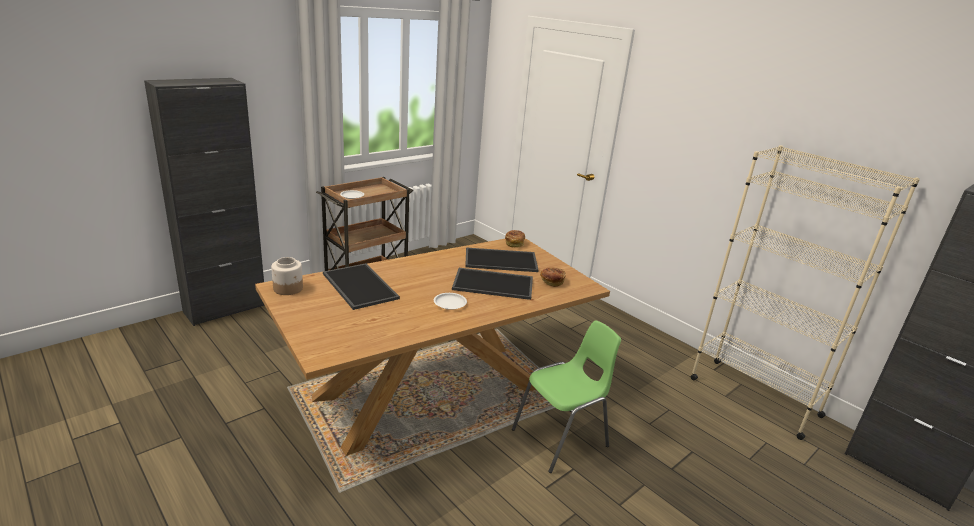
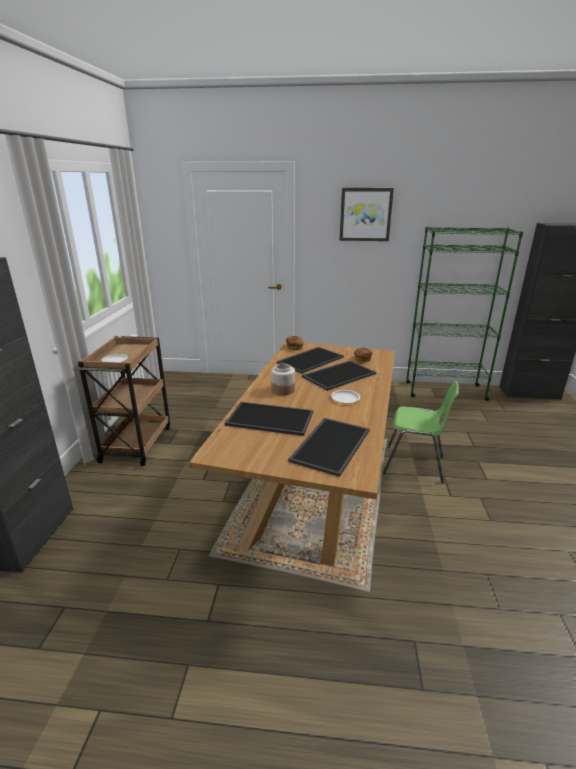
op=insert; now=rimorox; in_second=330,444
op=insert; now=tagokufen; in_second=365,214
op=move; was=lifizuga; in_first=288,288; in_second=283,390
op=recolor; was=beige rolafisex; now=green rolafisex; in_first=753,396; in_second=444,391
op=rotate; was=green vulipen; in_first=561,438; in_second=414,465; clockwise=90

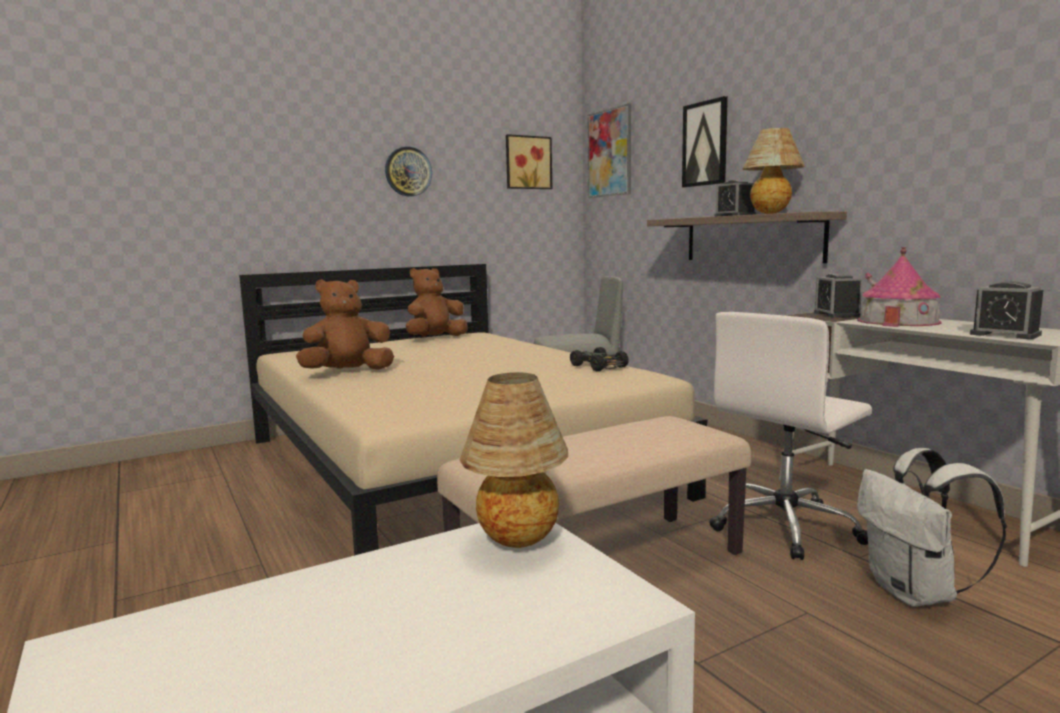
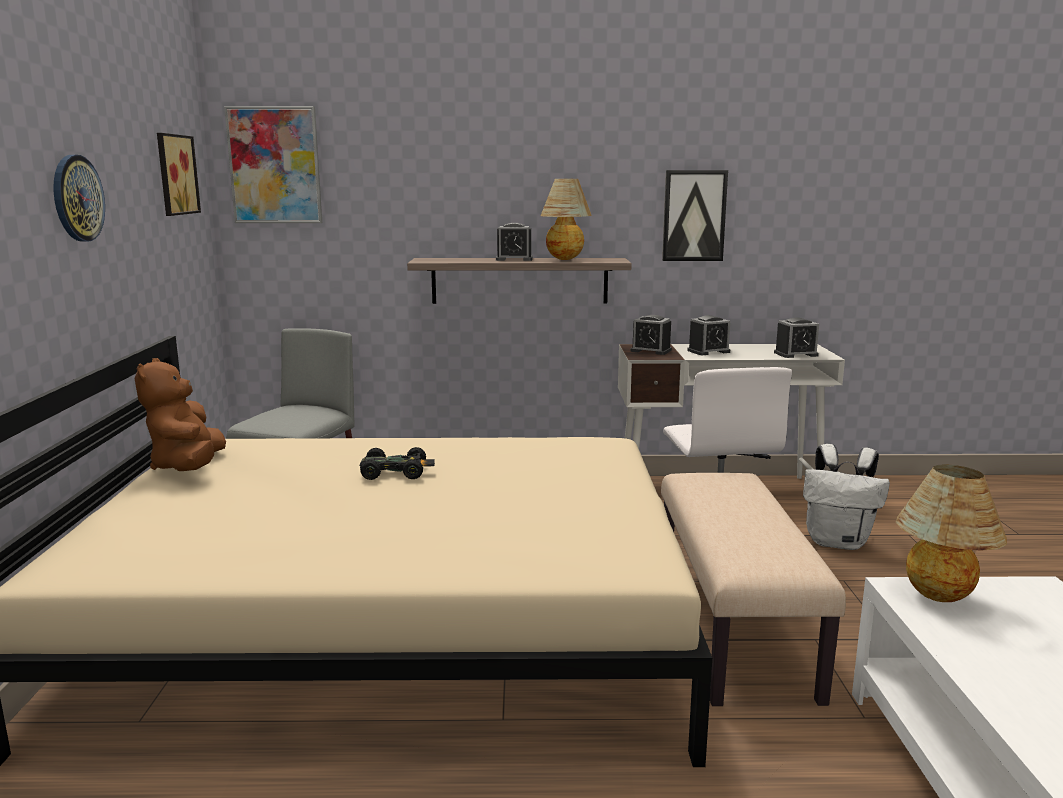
op=delete; was=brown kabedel; in_first=347,372
op=move; was=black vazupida; in_first=599,366; in_second=396,472
op=move; was=tagokufen; in_first=705,144; in_second=694,215
op=replace; was=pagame; now=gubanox; in_first=898,321; in_second=708,351

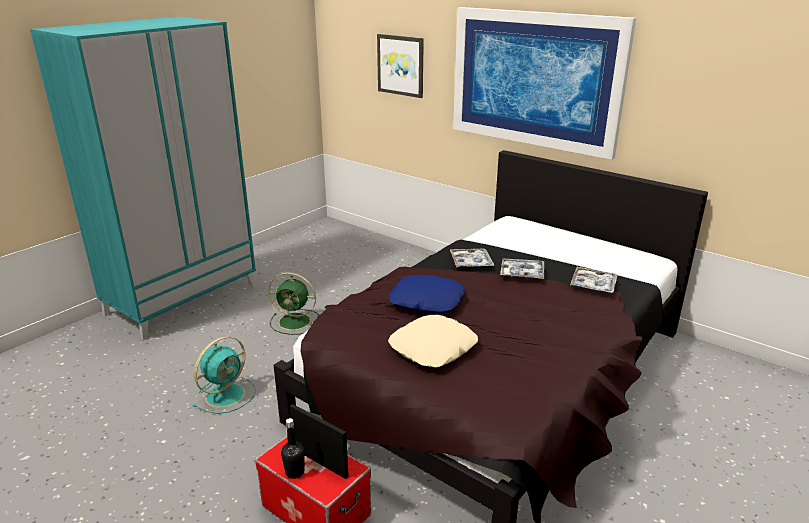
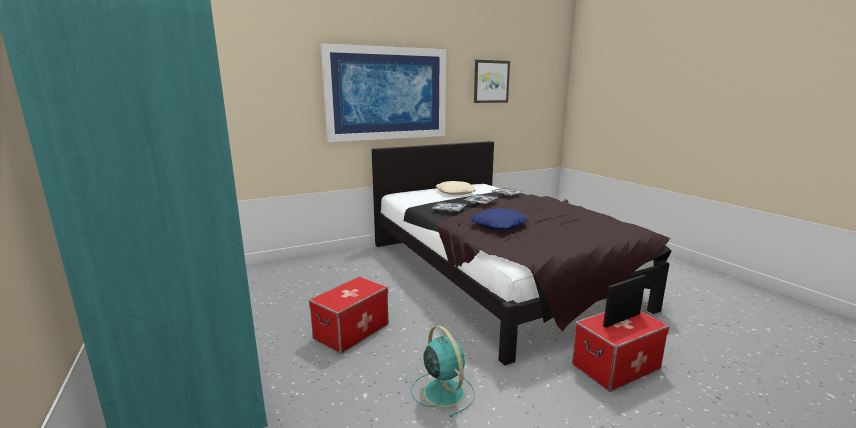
op=delete; was=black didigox; in_first=295,472
op=move; was=tagokufen; in_first=401,65; in_second=491,81
op=move; was=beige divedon; in_first=433,348; in_second=455,192
op=replace; was=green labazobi; now=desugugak; in_first=296,322; in_second=351,331

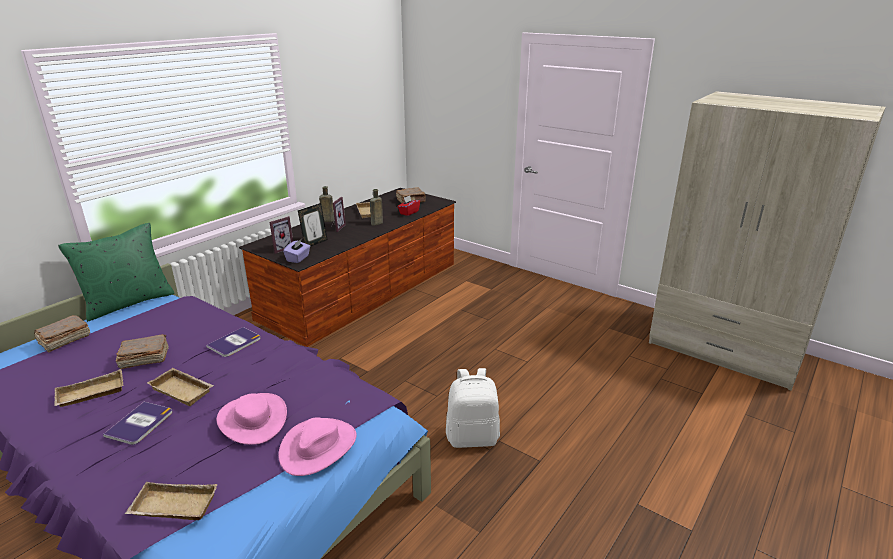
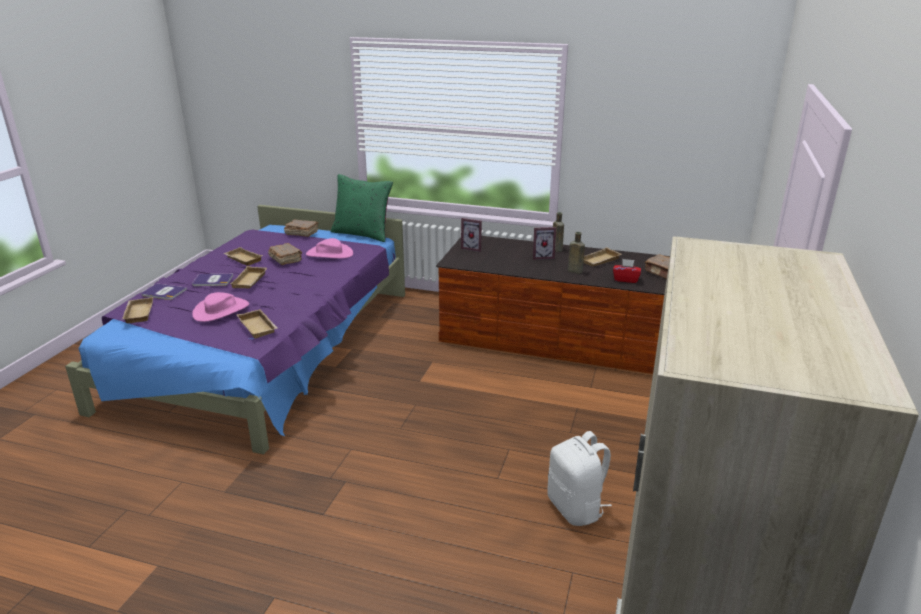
op=delete; was=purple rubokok; in_first=298,258
op=delete; was=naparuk; in_first=314,243
op=insert; now=beige rimorox; in_second=259,327
op=move; was=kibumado; in_first=234,343; in_second=163,292
op=move; was=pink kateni; in_first=318,447; in_second=329,254
op=move; was=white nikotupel; in_first=472,437; in_second=576,508

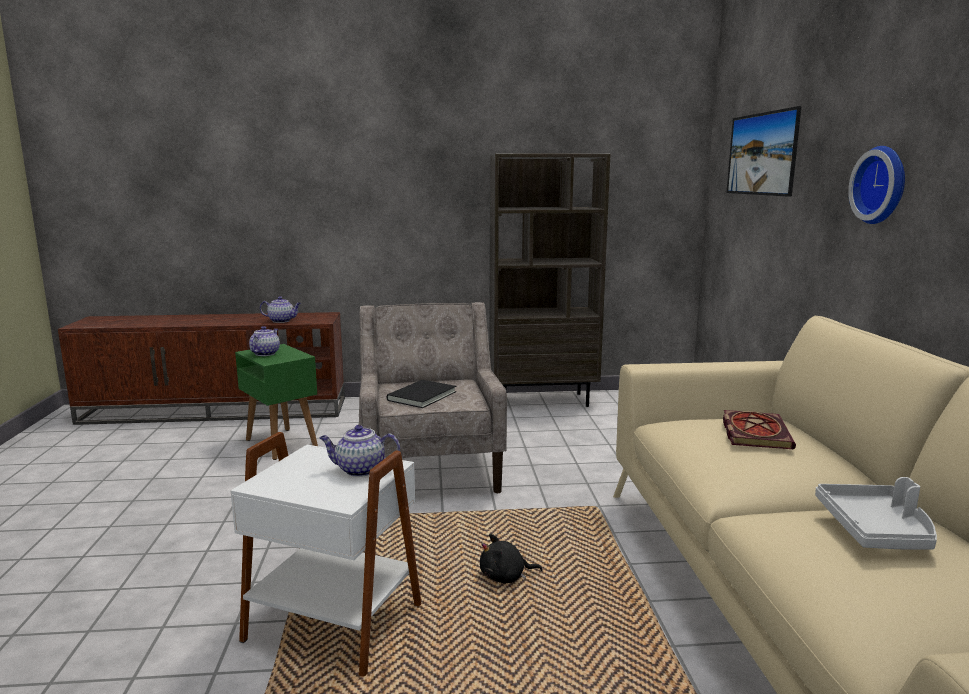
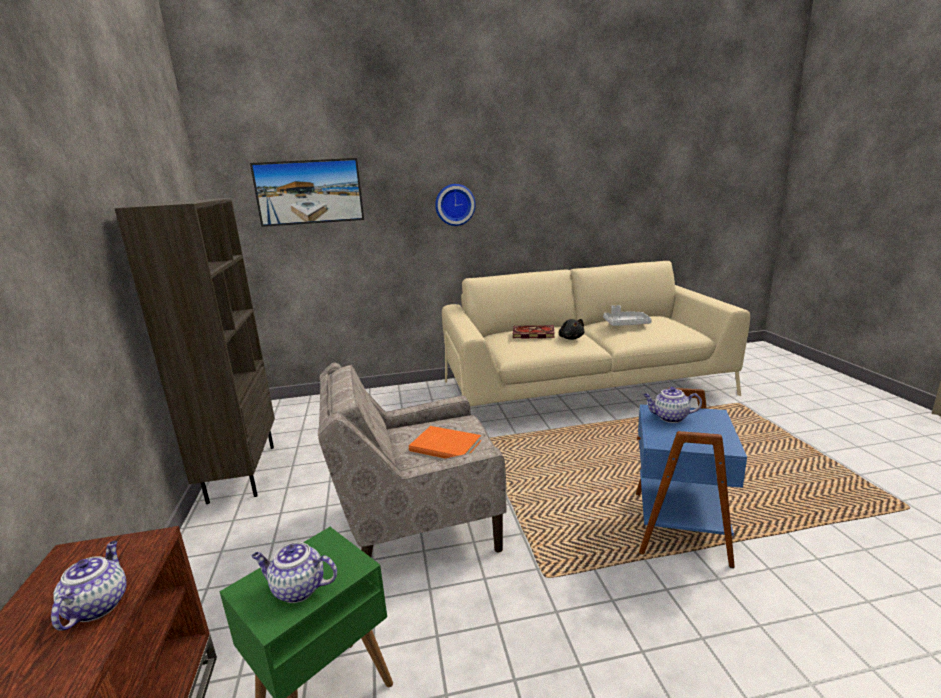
op=move; was=black kabedel; in_first=505,577; in_second=571,338
op=recolor; was=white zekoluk; now=blue zekoluk; in_first=335,620; in_second=677,527
op=recolor; was=black kibumado; now=orange kibumado; in_first=424,396; in_second=445,444
op=rotate; was=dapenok; in_first=359,470; in_second=669,417; clockwise=105

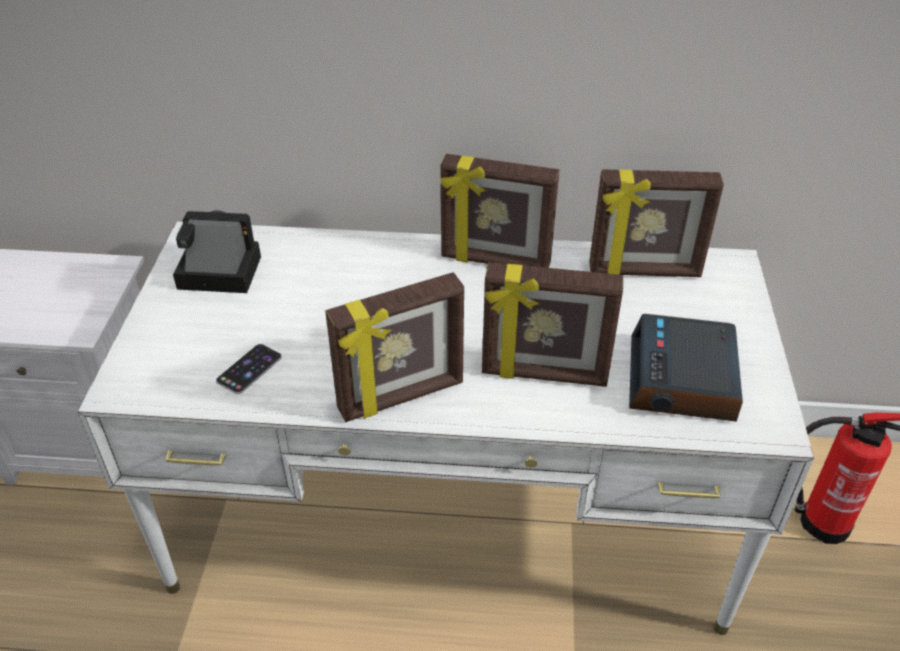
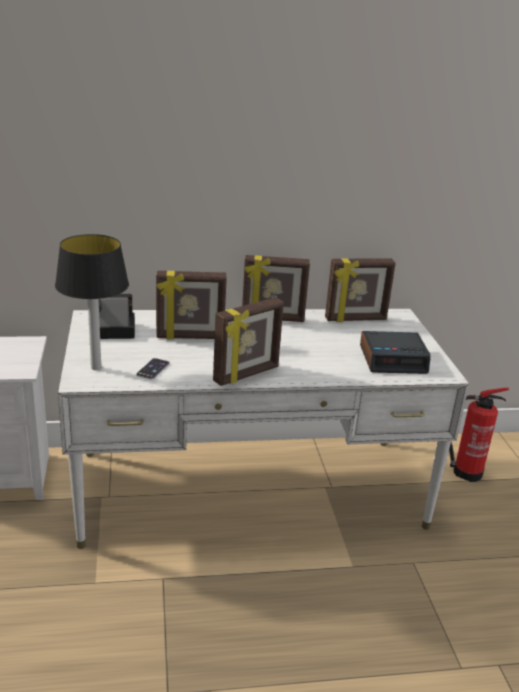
op=insert; now=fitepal; in_second=95,368
op=move; was=naparuk; in_first=544,375; in_second=190,337
op=rotate; was=gubanox; in_first=683,380; in_second=393,359; clockwise=-90

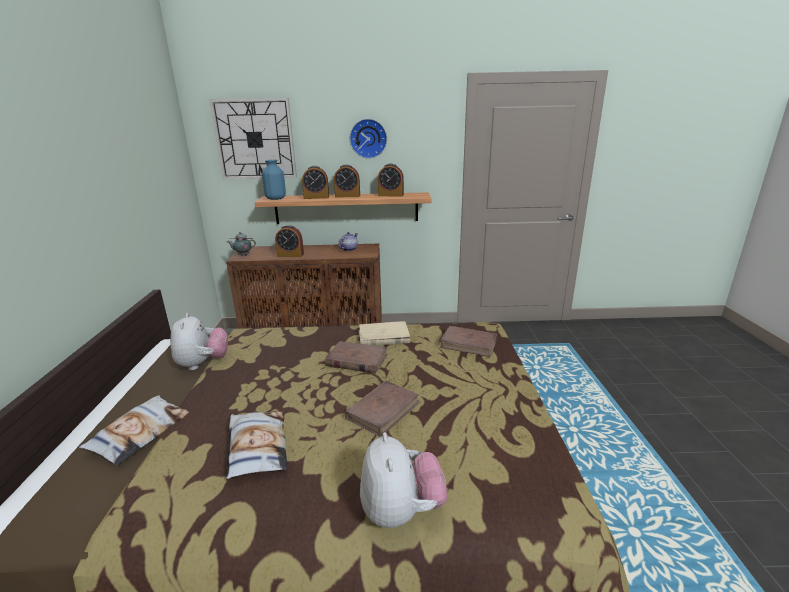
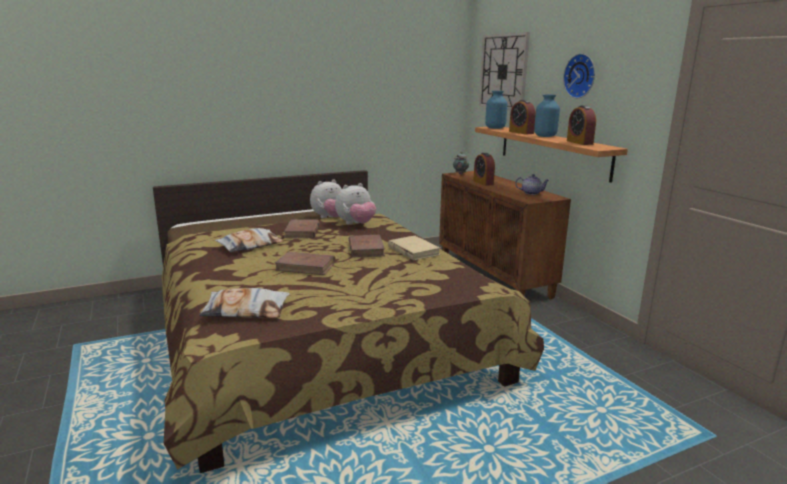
op=move; was=divedon; in_first=140,433; in_second=246,310
op=move; was=kabedel; in_first=401,511; in_second=356,224
op=move; was=brown kibumado; in_first=468,344; in_second=302,231
op=replace; was=gubanox; now=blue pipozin; in_first=347,196; in_second=545,136

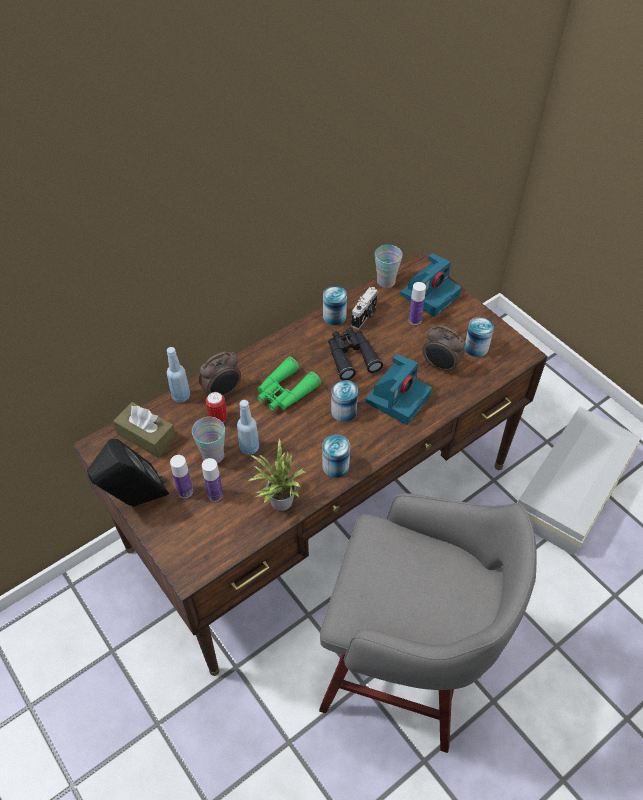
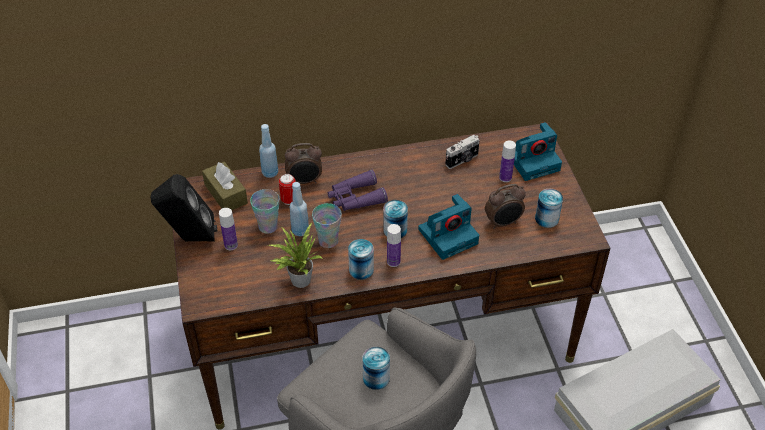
op=delete; was=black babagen; in_first=351,357
op=move; was=didigox; in_first=215,495; in_second=393,261
op=move; was=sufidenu; in_first=334,316; in_second=376,378
op=move; was=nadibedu; in_first=386,282; in_second=328,241
op=recolor; was=green babagen; now=purple babagen; in_first=285,392; in_second=355,198
op=rotate; was=gubanox; in_first=440,366; in_second=503,223; clockwise=-75

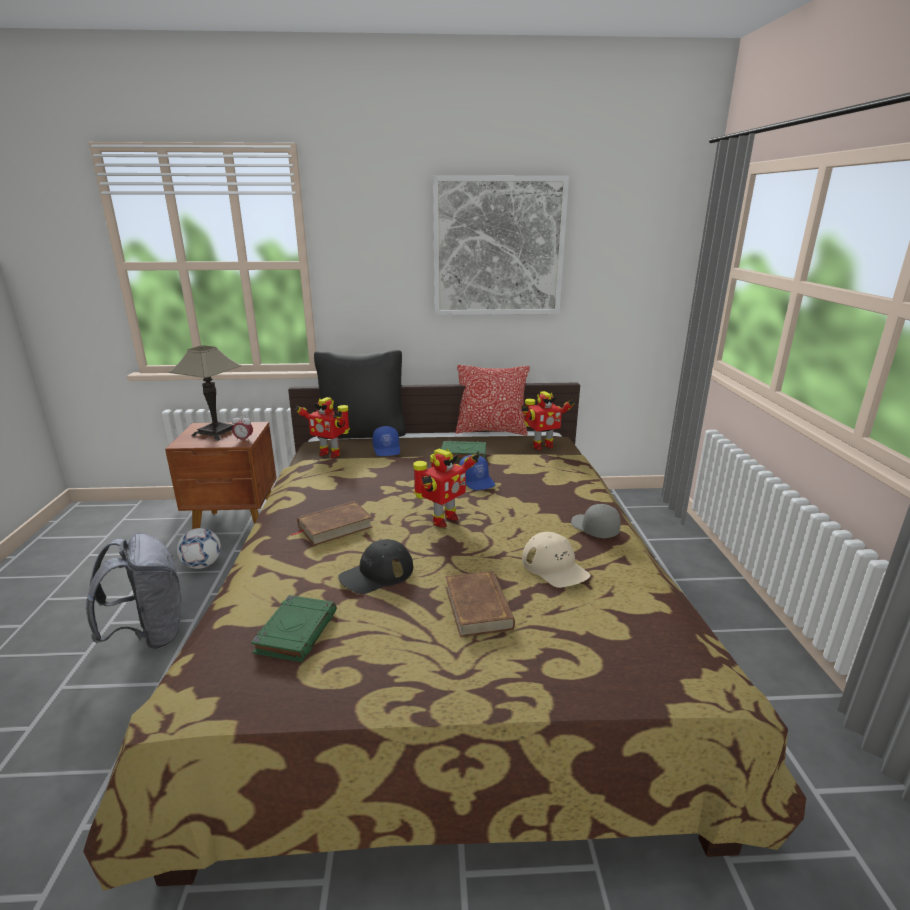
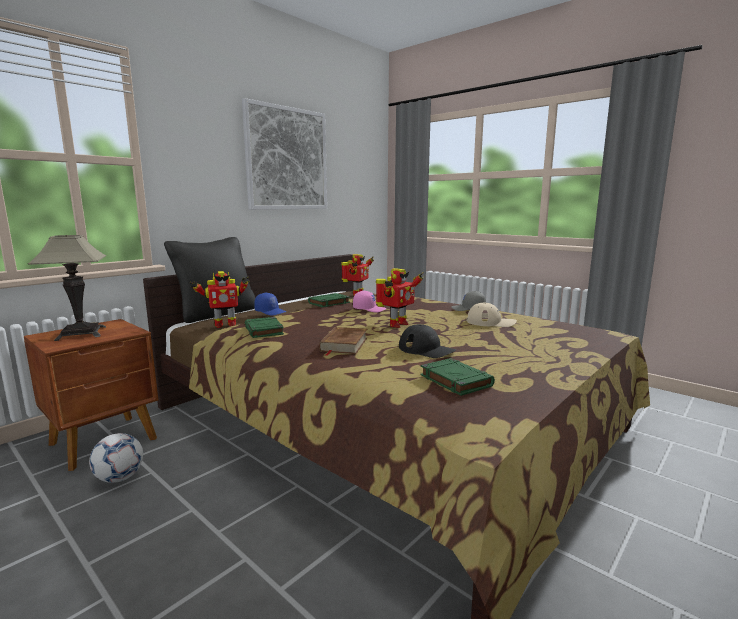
op=delete; was=grey nikotupel; in_first=150,634
op=delete; was=gubanox; in_first=244,440
op=delete; was=brown kibumado; in_first=478,607
op=delete; was=divedon; in_first=491,431
op=insert; now=green kibumado; in_second=264,331
op=recolor; was=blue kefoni; now=pink kefoni; in_first=477,481; in_second=369,309
op=rotate; was=black kefoni; in_first=376,574; in_second=426,349; clockwise=-60
op=rotate; was=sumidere; in_first=442,520; in_second=396,325; clockwise=45

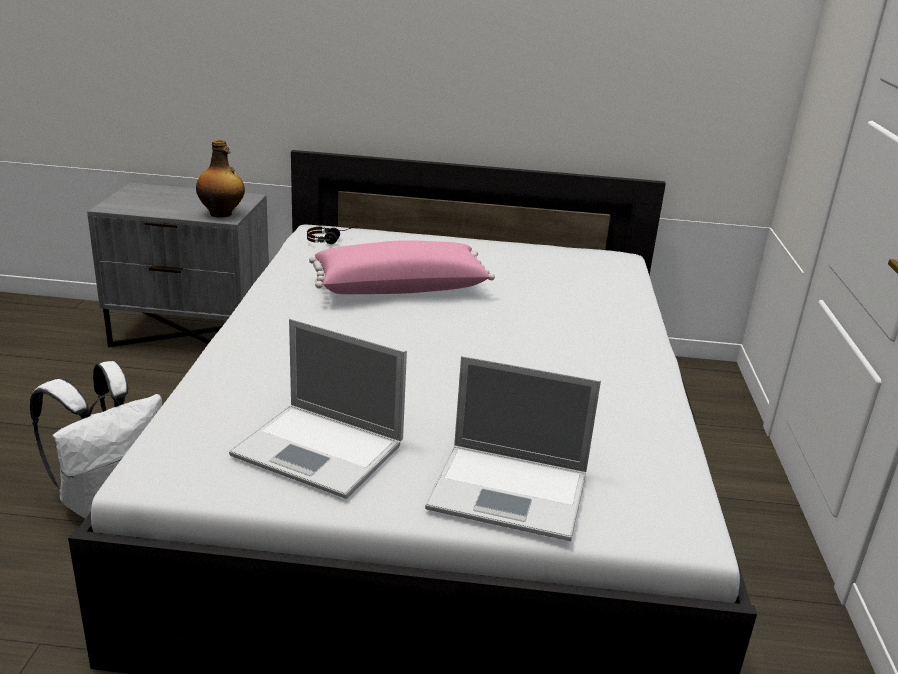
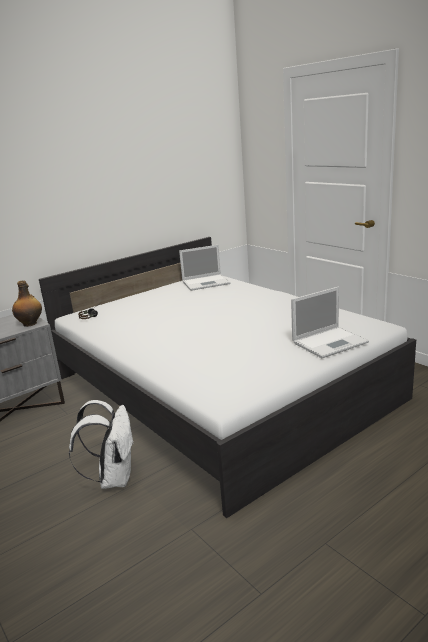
op=delete; was=pink divedon; in_first=400,287
op=move; was=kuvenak; in_first=321,450; in_second=206,282

